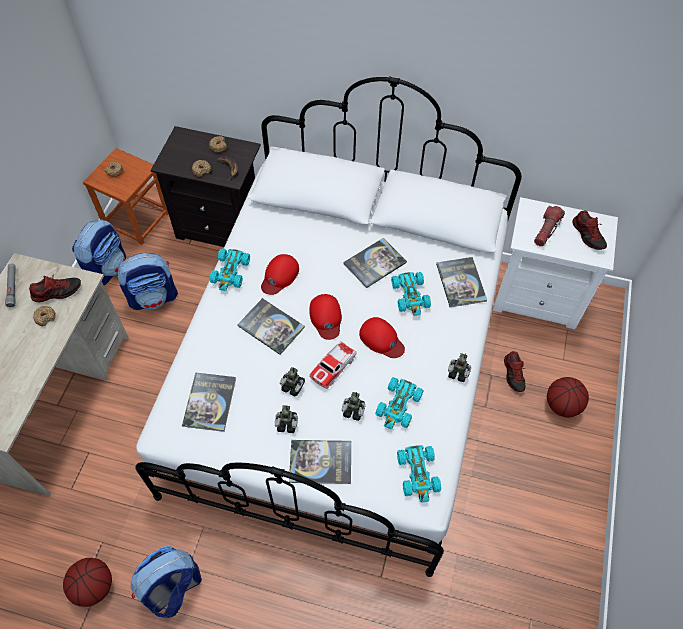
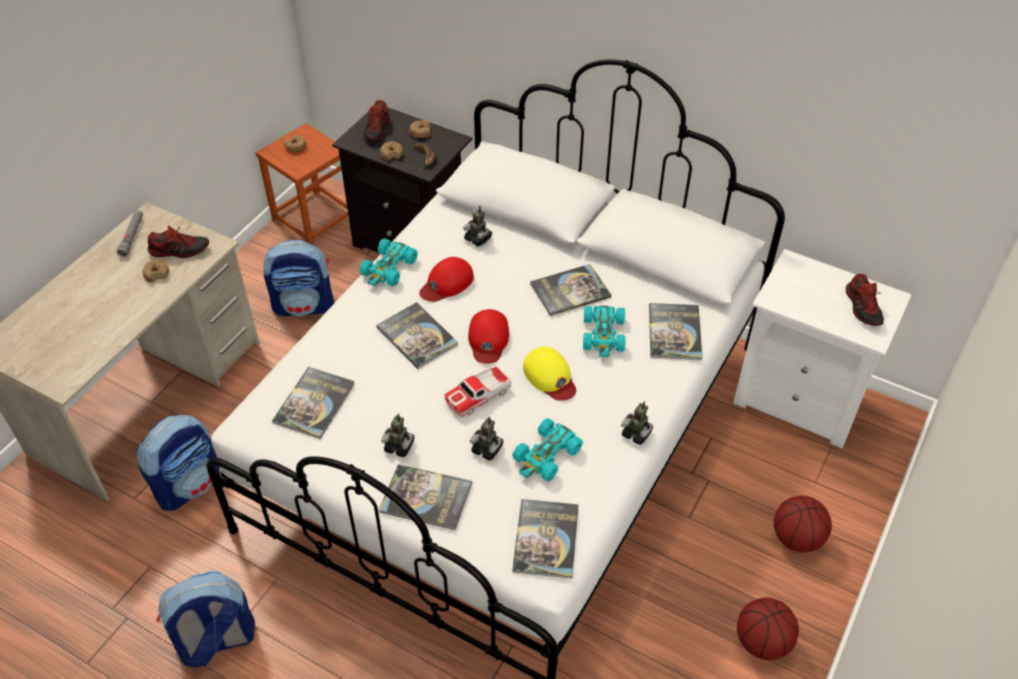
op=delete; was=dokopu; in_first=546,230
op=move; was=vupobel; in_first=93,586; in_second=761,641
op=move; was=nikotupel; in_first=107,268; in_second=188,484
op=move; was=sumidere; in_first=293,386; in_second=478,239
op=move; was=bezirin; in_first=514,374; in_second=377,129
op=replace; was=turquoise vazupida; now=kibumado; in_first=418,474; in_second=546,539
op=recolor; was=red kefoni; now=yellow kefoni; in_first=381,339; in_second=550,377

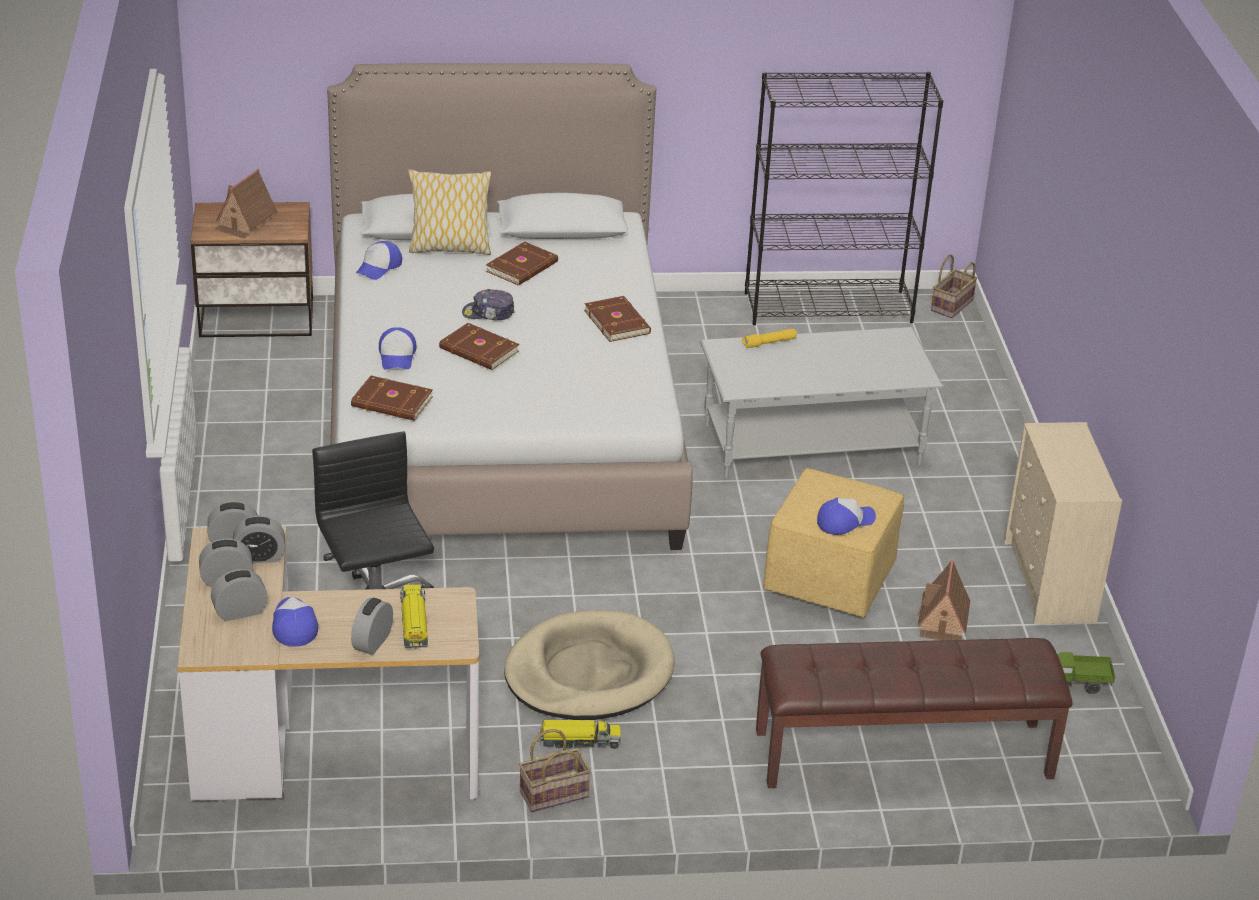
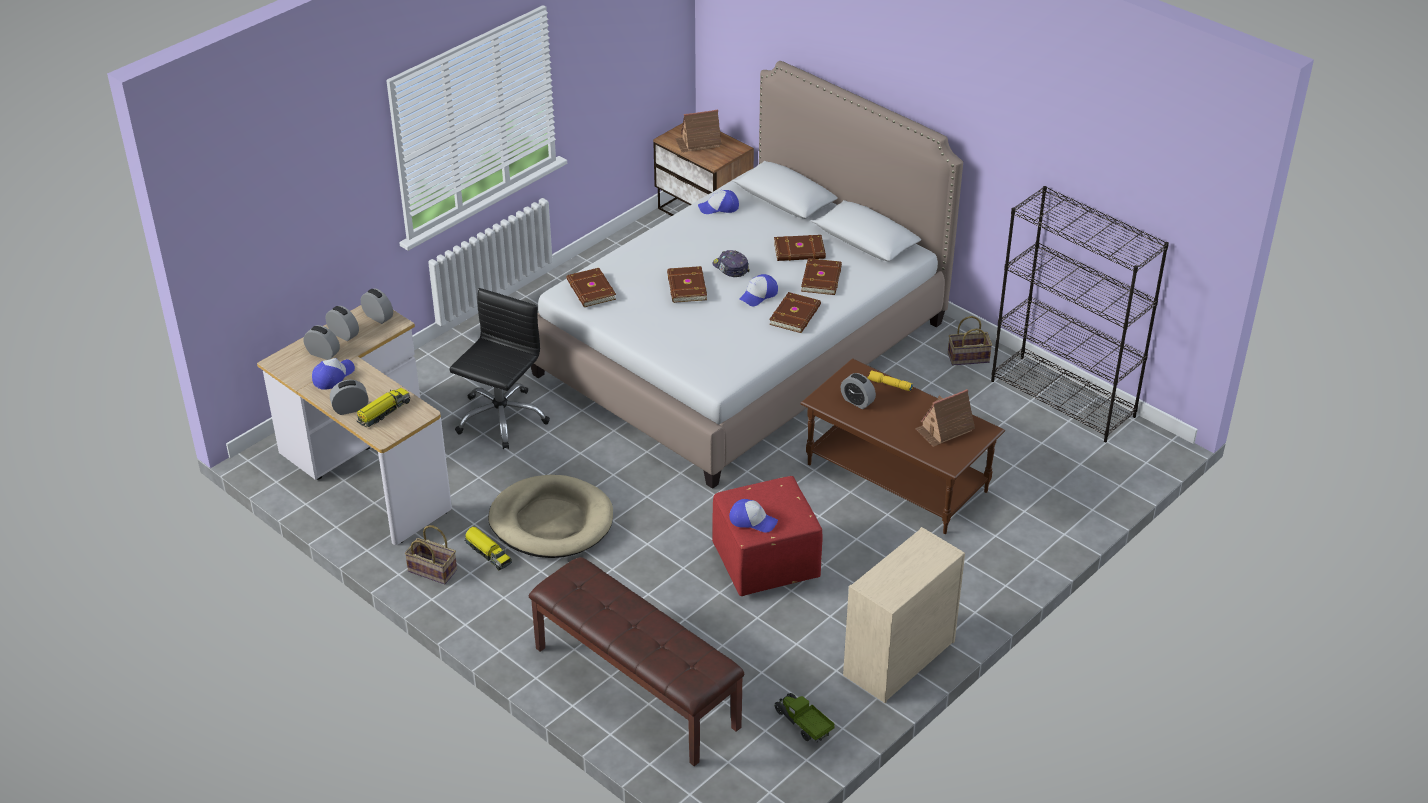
op=delete; was=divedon; in_first=449,248
op=insert; now=brown kibumado; in_second=822,279
op=move; was=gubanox; in_first=259,557; in_second=857,401
op=move; was=kefoni; in_first=397,356; in_second=759,295
op=move; was=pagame; in_first=943,620; in_second=944,429
op=move; was=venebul; in_first=952,306; in_second=967,358
op=recolor; was=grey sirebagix; now=brown sirebagix; in_first=812,444; in_second=897,477
op=recolor; was=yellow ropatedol; now=red ropatedol; in_first=831,581; in_second=765,564

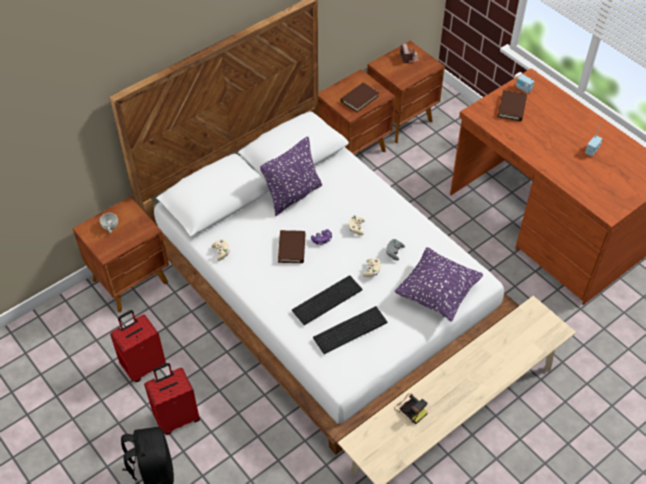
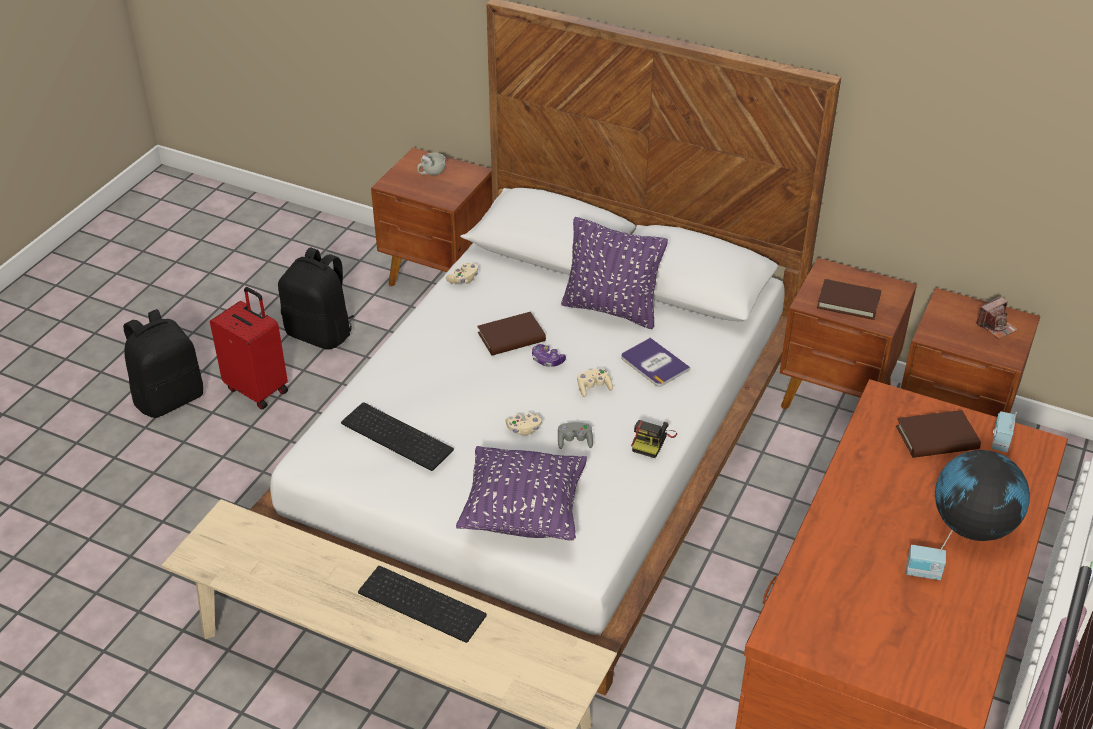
op=insert; now=kibumado; in_second=654,363
op=insert; now=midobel; in_second=972,525
op=move; was=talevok; in_first=327,299; in_second=424,603
op=move; was=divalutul; in_first=410,409; in_second=652,441
op=replace; was=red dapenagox; now=black nikotupel; in_first=143,365; in_second=321,334

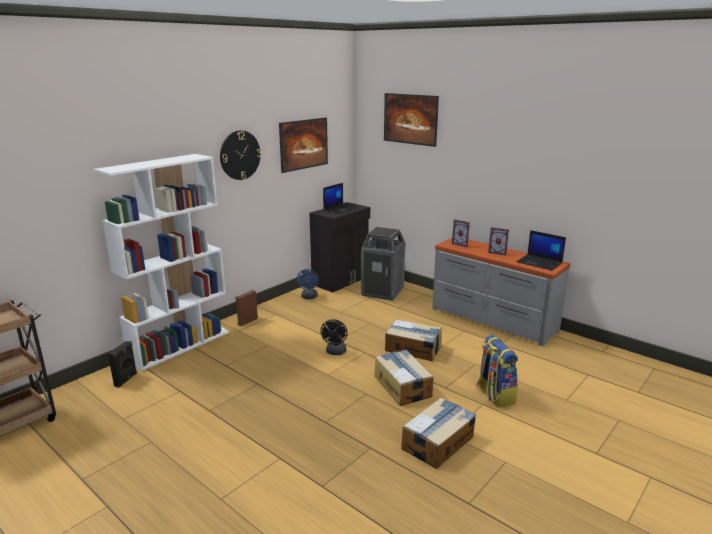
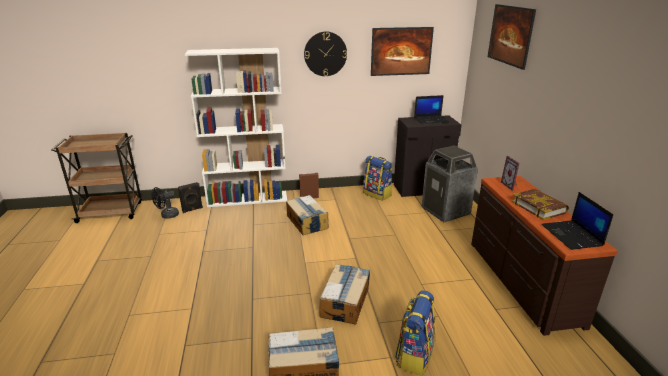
op=move; was=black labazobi; in_first=335,352; in_second=167,215
op=move; was=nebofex; in_first=413,348; in_second=307,222
op=replace; was=blue labazobi; now=nikotupel; in_first=309,297; in_second=377,194
op=replace; was=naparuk; now=kibumado; in_first=498,252; in_second=538,207
op=recolor; was=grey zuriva; now=brown zuriva; in_first=492,320; in_second=520,281

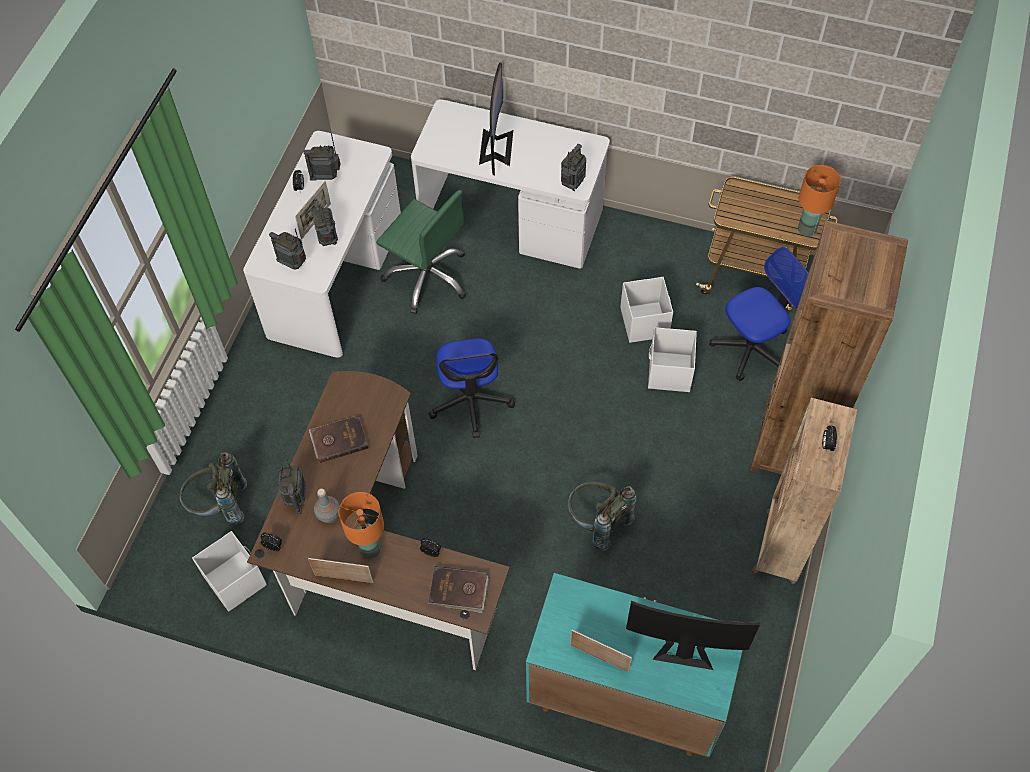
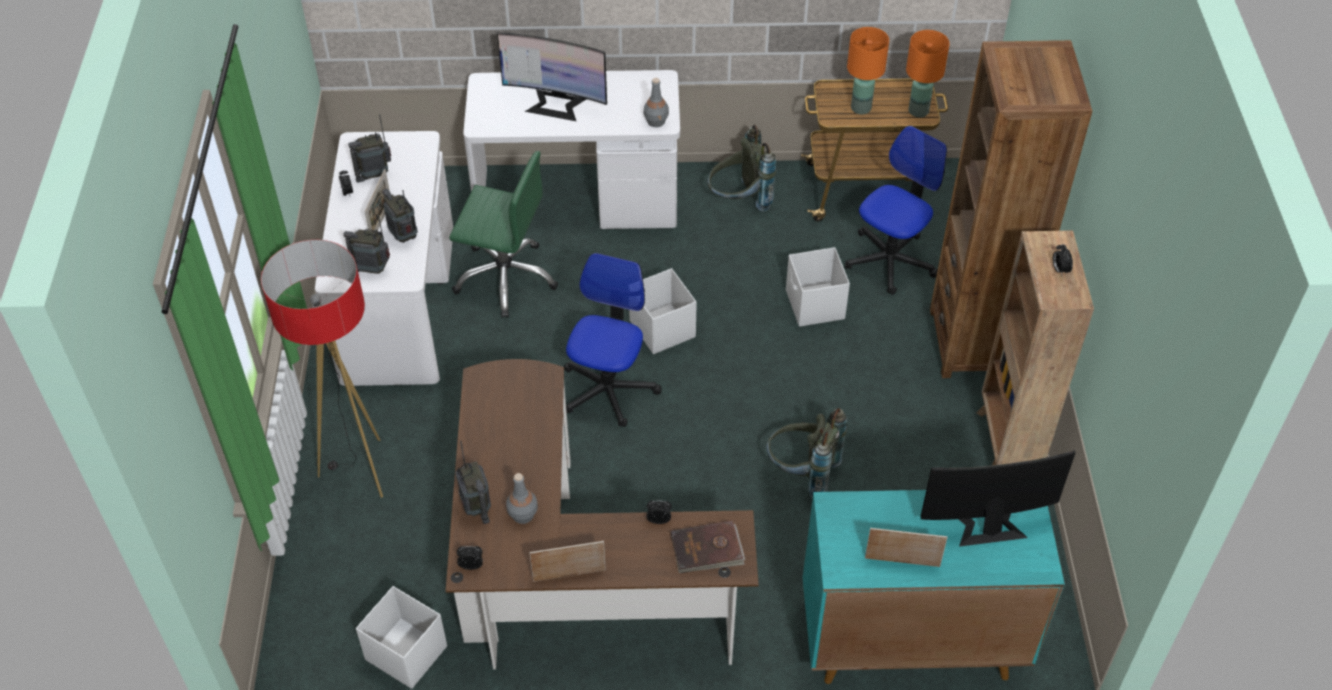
op=delete; was=brown kibumado; in_first=338,439
op=insert; now=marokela; in_second=359,470
op=move; was=grey nikotupel; in_first=219,506; in_second=739,201
op=move; was=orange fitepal; in_first=370,548; in_second=861,107
op=move; was=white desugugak; in_first=644,321; in_second=662,328
op=replace; was=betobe; now=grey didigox; in_first=573,184; in_second=656,121
op=rotate; was=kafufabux; in_first=470,401; in_second=608,390; clockwise=-135
op=rotate; was=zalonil; in_first=496,147; in_second=556,105; clockwise=120

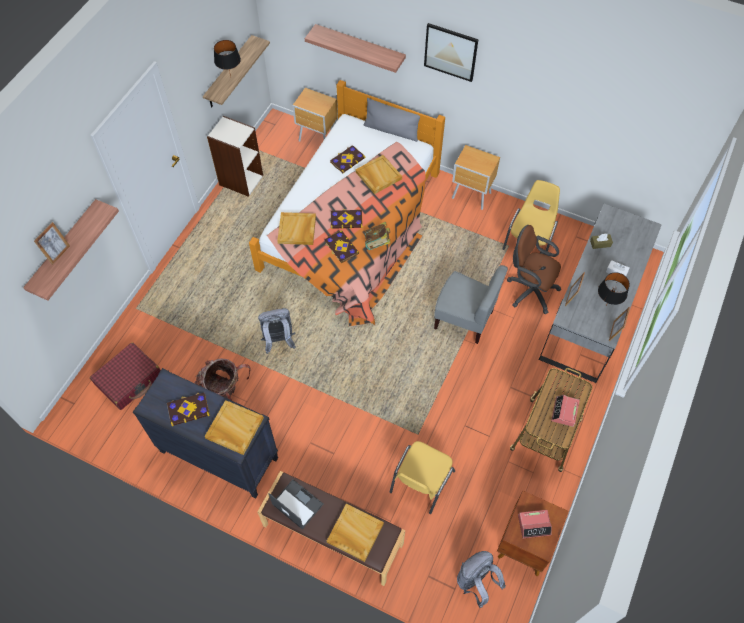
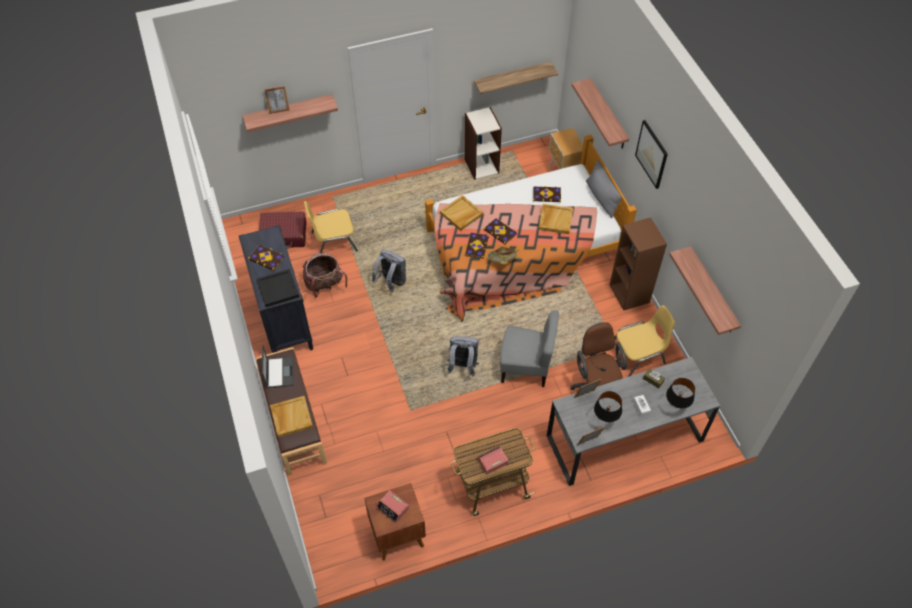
op=insert; now=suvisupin; in_second=712,291
op=move; was=black fitepal; in_first=230,78; in_second=675,408
op=move; was=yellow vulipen; in_first=420,482; in_second=333,241
op=move; was=grey nikotupel; in_first=476,583; in_second=462,366
op=replace; was=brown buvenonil; now=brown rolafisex; in_first=472,196; in_second=630,294
op=recolor; was=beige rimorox; now=black rimorox; in_first=234,428; in_second=277,289
op=rotate; was=grey vulipen; in_first=464,319; in_second=525,367; clockwise=-60

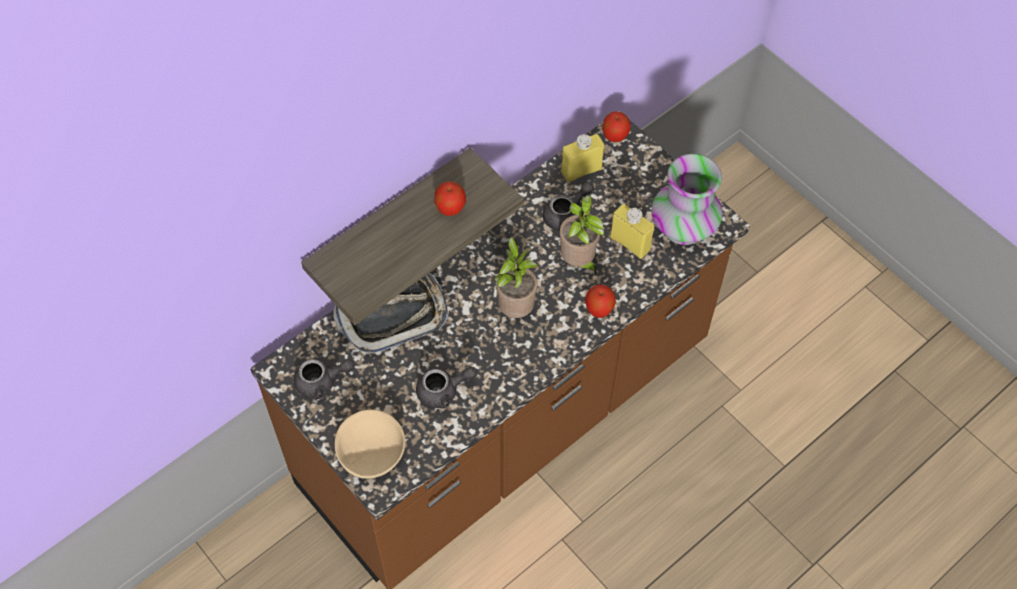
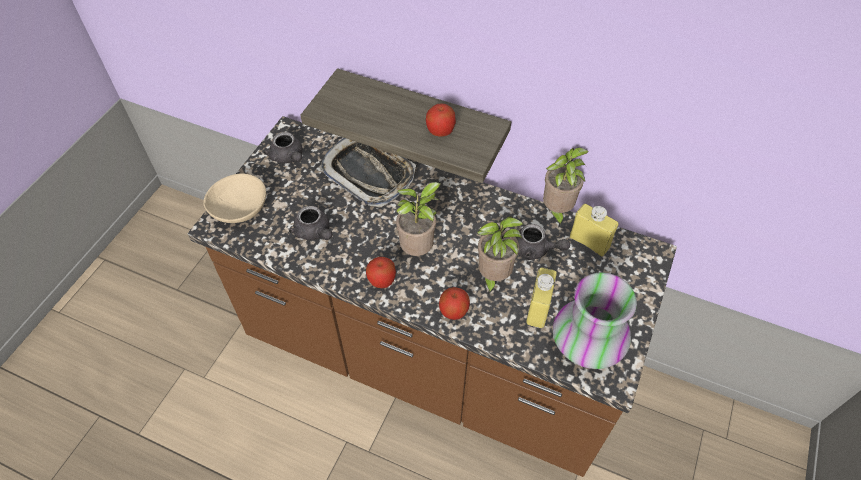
op=insert; now=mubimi; in_second=556,211
op=move; was=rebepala; in_first=615,135; in_second=382,280

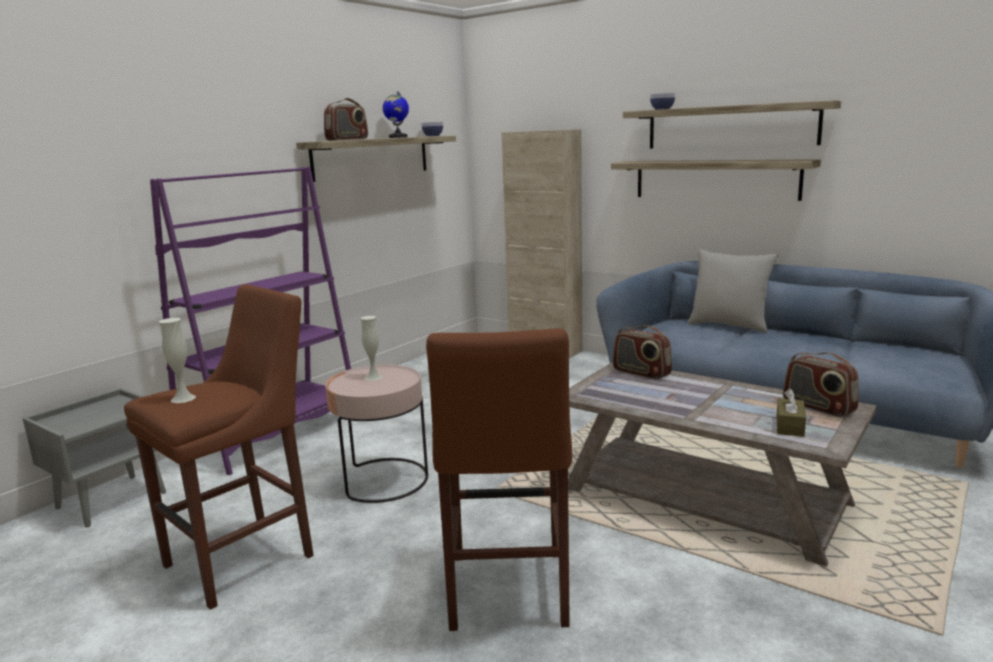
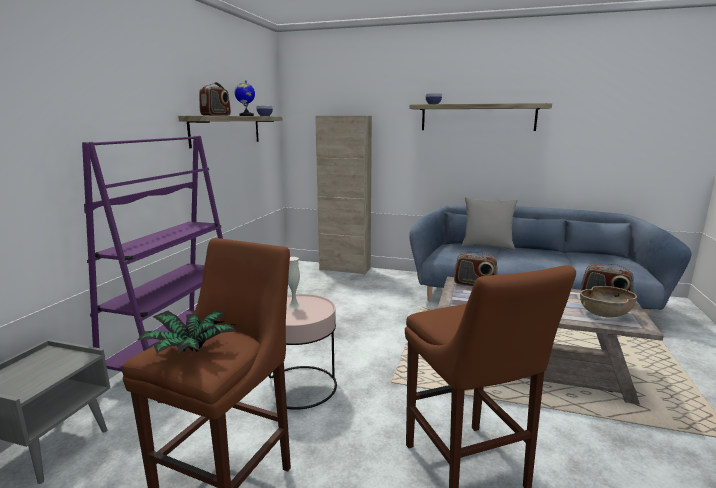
op=delete; was=suvisupin; in_first=715,179
op=replace; was=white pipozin; now=mubimi; in_first=183,398; in_second=190,352
op=replace; was=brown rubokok; now=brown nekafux; in_first=790,426; in_second=605,314

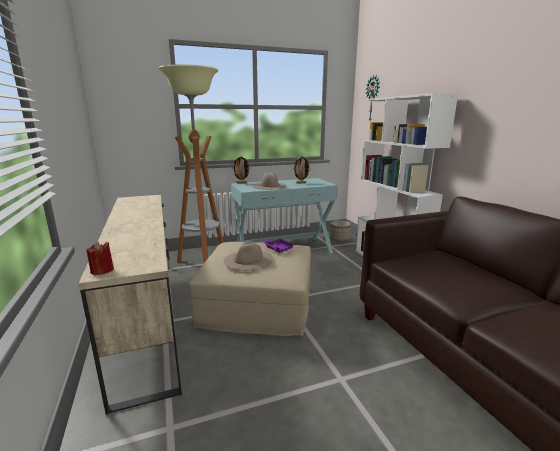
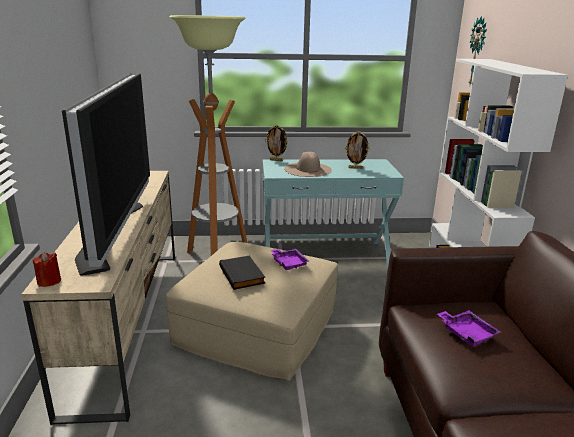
op=delete; was=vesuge; in_first=339,239
op=insert; now=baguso; in_second=114,233
op=insert; now=purple rimorox; in_second=466,333
op=replace; was=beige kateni; now=black kibumado; in_first=248,260; in_second=243,275

